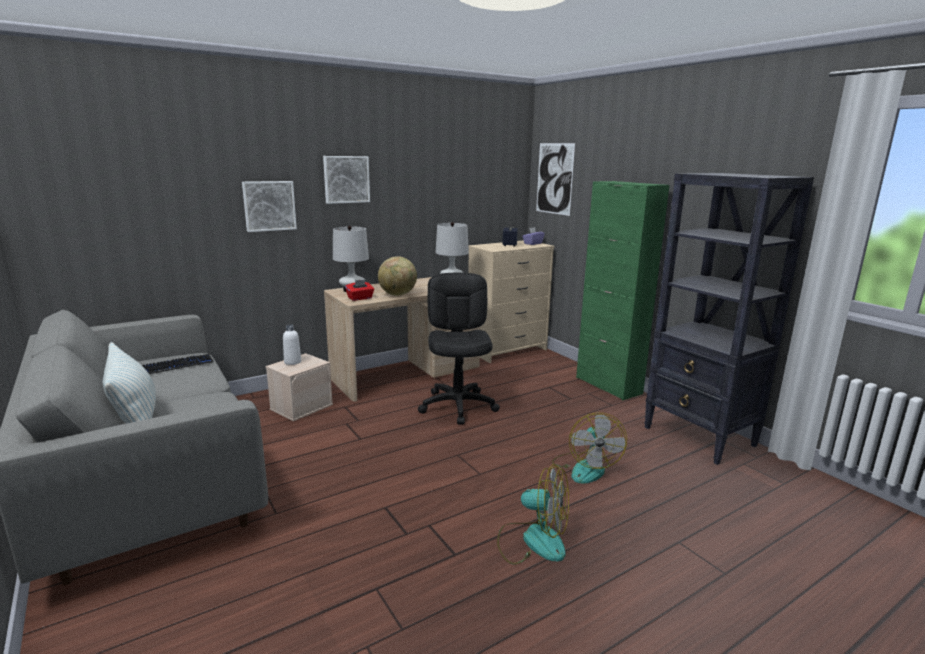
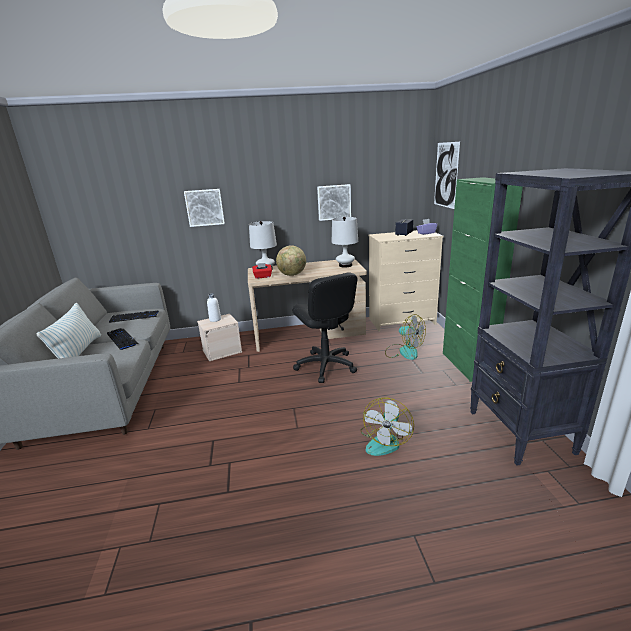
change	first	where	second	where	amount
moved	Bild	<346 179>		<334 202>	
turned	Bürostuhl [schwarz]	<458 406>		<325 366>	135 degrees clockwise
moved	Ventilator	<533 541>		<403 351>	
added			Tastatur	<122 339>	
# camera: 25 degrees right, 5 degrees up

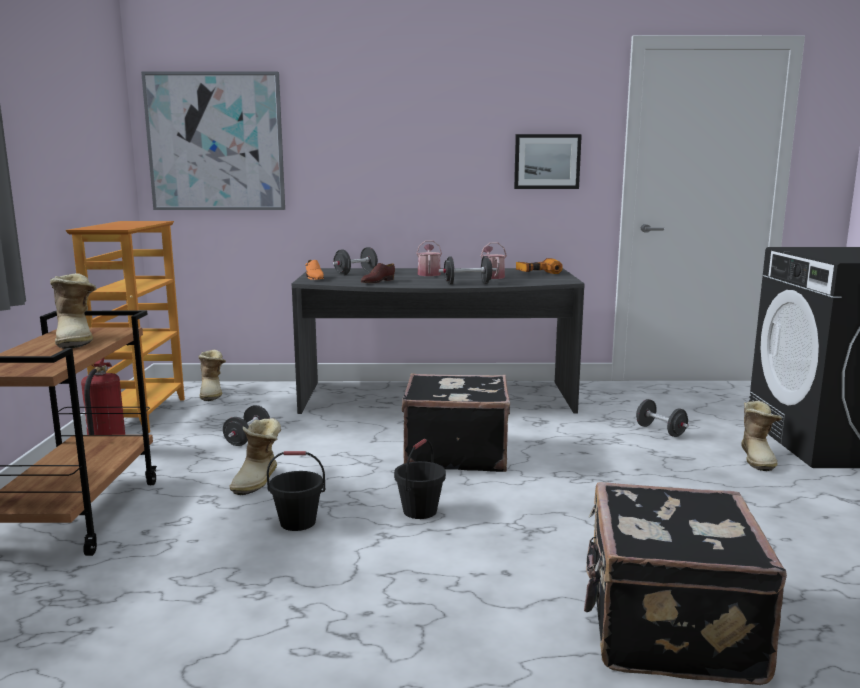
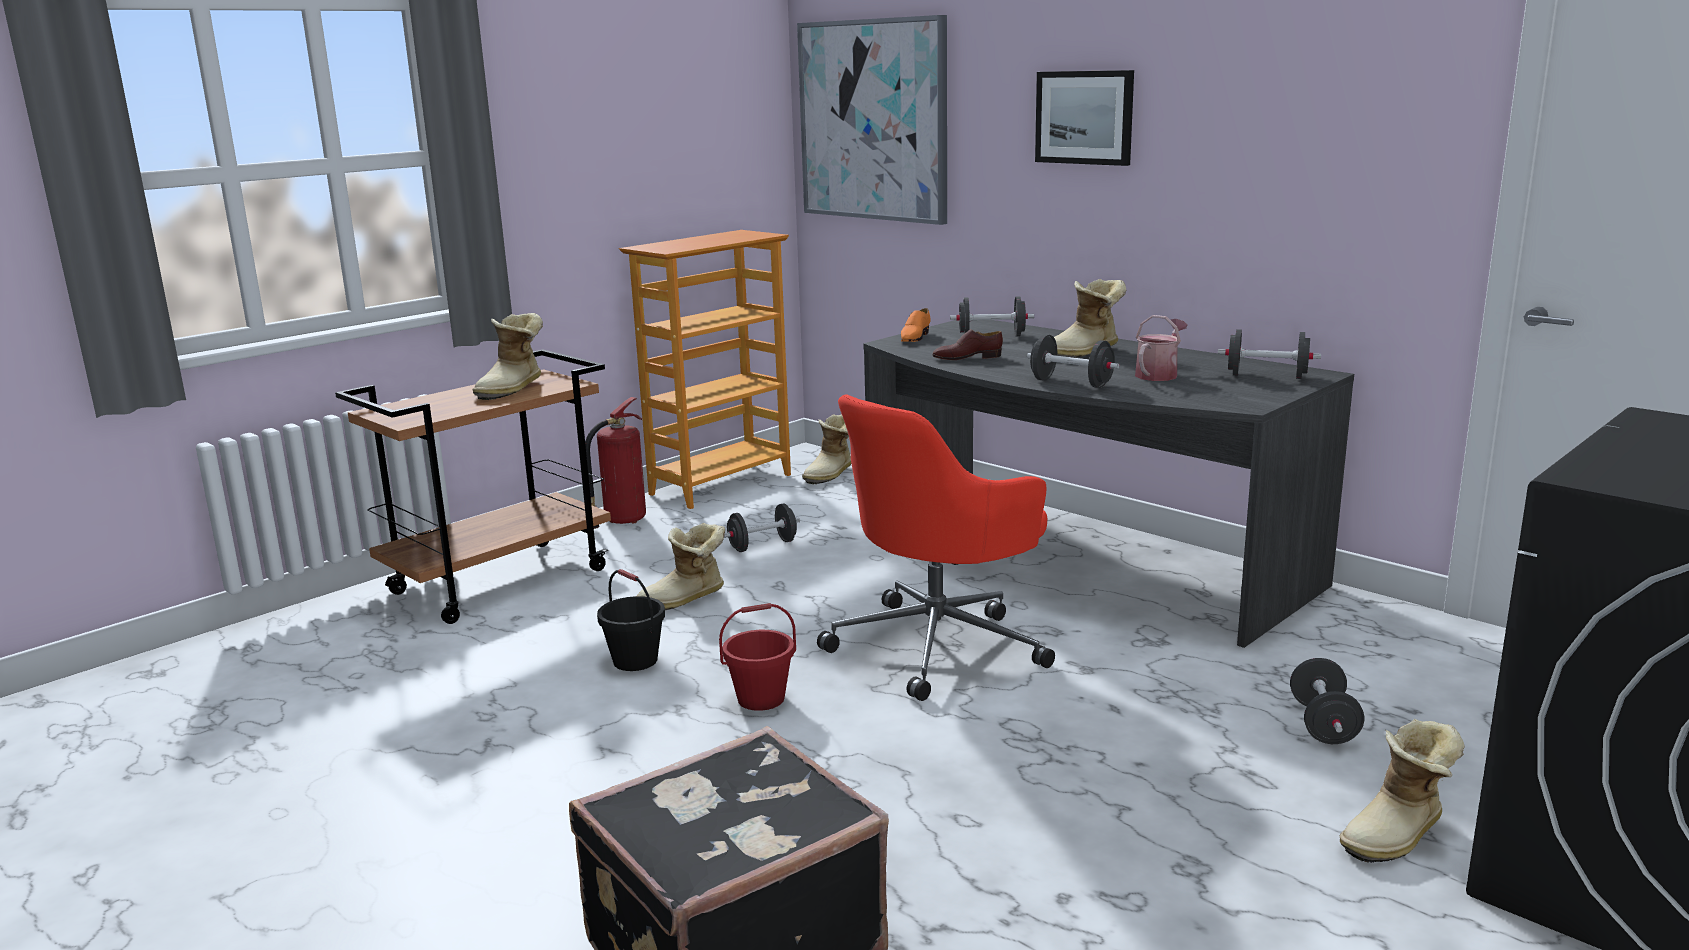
change	first	where	second	where	amount
moved	Bild	<547 161>		<1084 117>	
replaced	Gießkanne	<429 274>	Stiefel	<1085 353>	
replaced	Bohrmaschine	<536 272>	Hantel [schwarz]	<1266 376>	
replaced	Koffer [schwarz]	<455 454>	Bürostuhl [rot]	<939 645>	
recoloured	Eimer [schwarz]	<419 511>	Eimer [rot]	<761 698>	
# camera: 45 degrees right, 5 degrees up

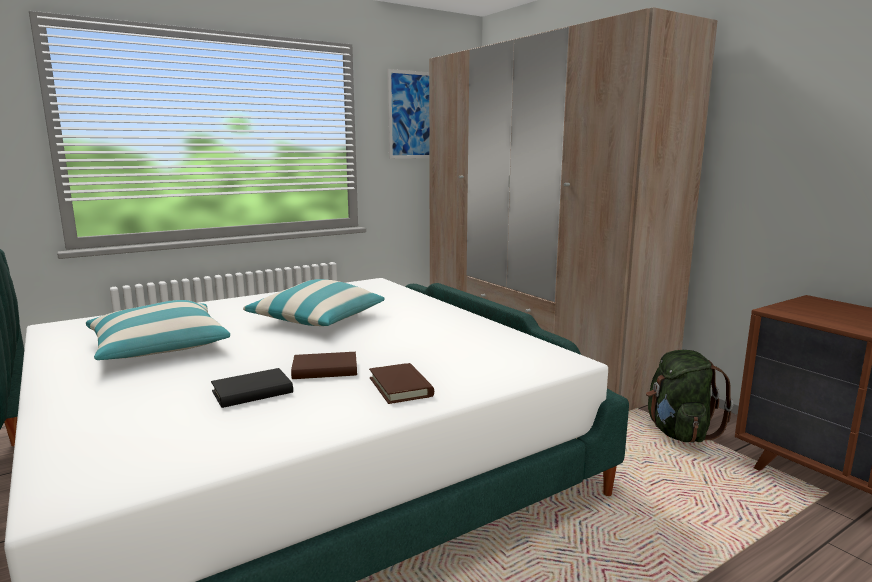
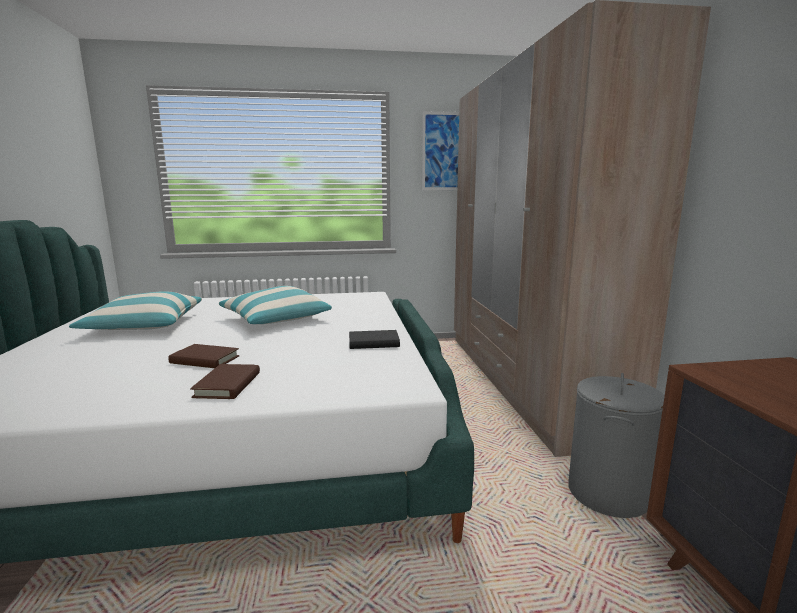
change	first	where	second	where	amount
replaced	Rucksack [grün]	<679 432>	Wäschekorb [grau]	<608 494>	
moved	Buch [schwarz]	<252 392>		<373 343>	
# camera: 25 degrees right, 0 degrees up

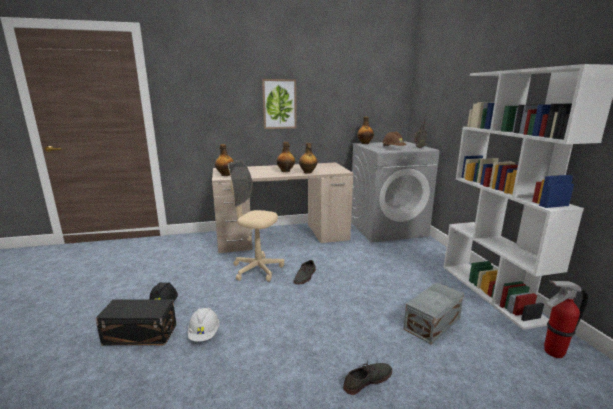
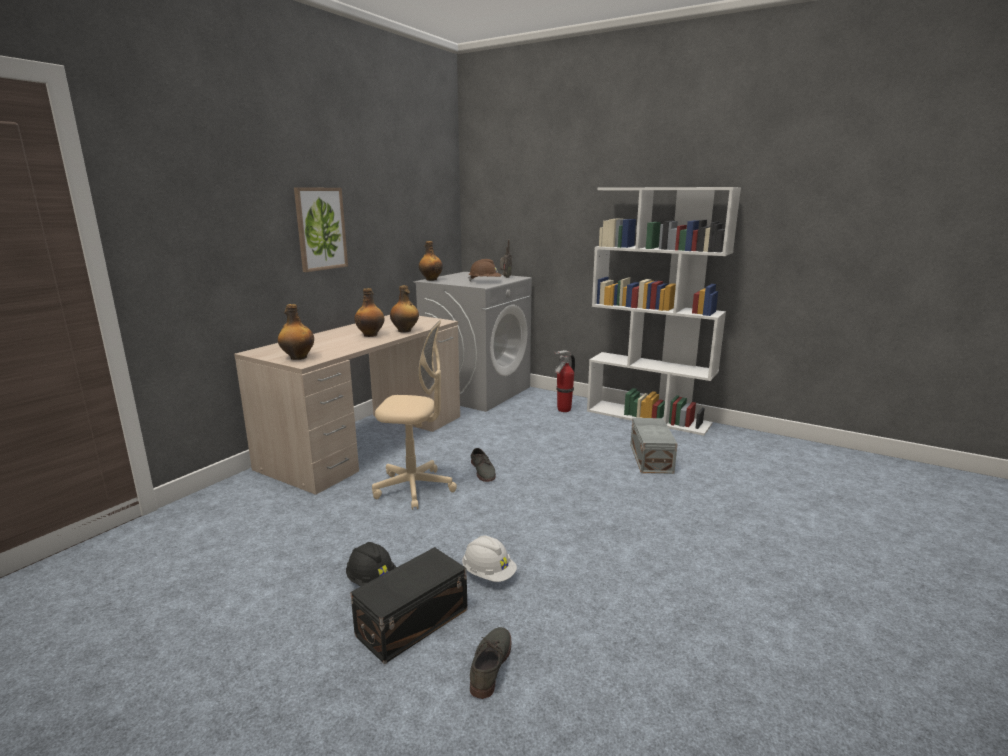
change	first	where	second	where	amount
turned	Bürostuhl [beige]	<257 269>		<414 488>	150 degrees counterclockwise
moved	Feuerlöscher	<553 352>		<563 410>	
moved	Schuh [grau]	<367 379>		<490 664>	
# camera: 45 degrees left, 0 degrees up

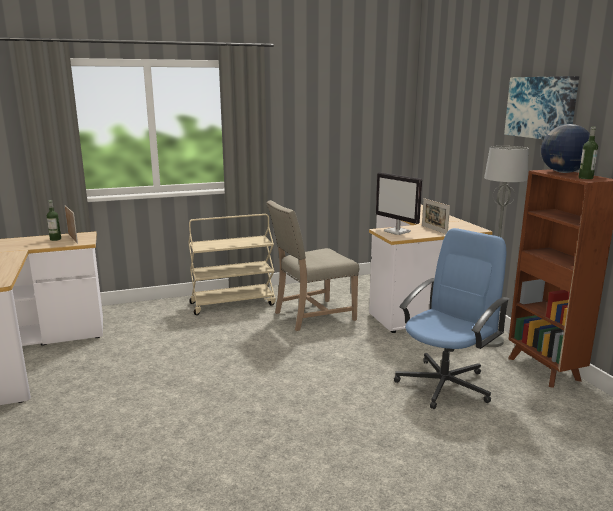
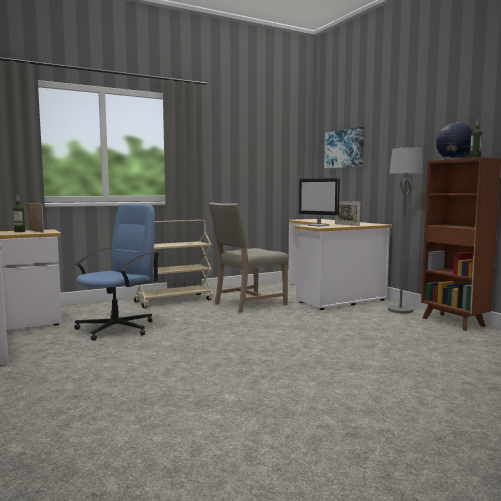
change	first	where	second	where	amount
moved	Bild	<541 107>		<344 148>	
moved	Bürostuhl [blau]	<445 384>		<117 328>	
# camera: 10 degrees left, 10 degrees down

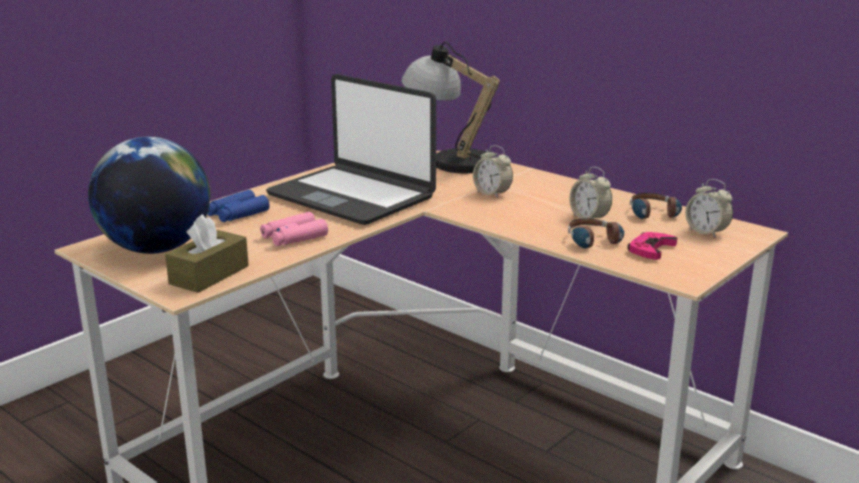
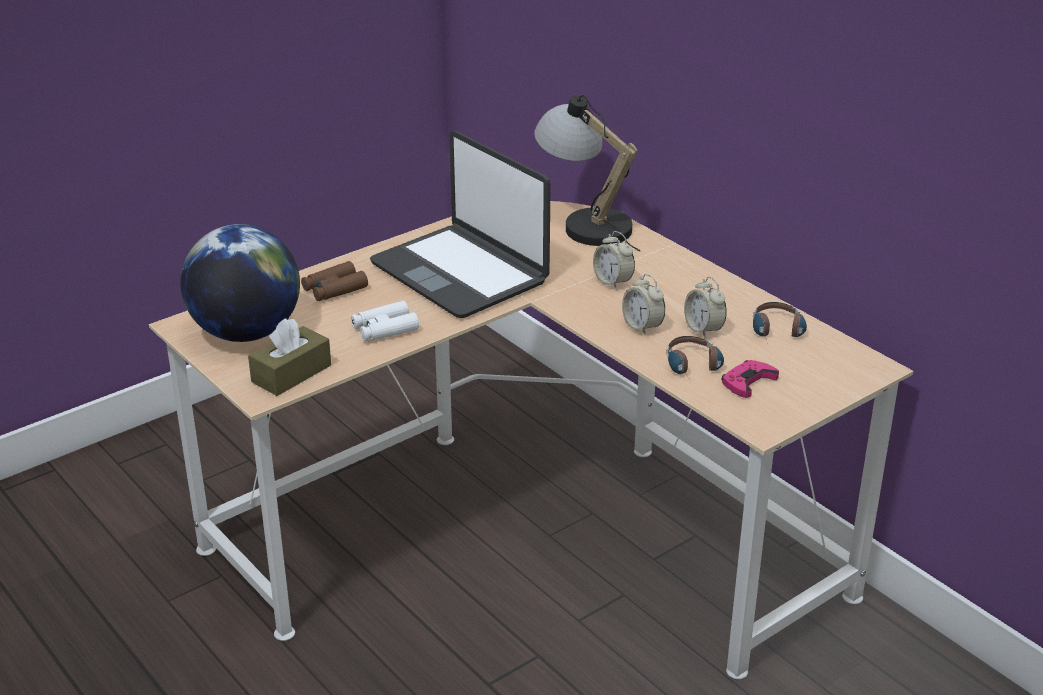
change	first	where	second	where	amount
moved	Wecker	<706 232>		<642 327>	
recoloured	Fernglas [blau]	<237 214>	Fernglas [braun]	<334 289>	
recoloured	Fernglas [rosa]	<294 237>	Fernglas [weiß]	<384 329>	
# camera: 10 degrees right, 10 degrees up

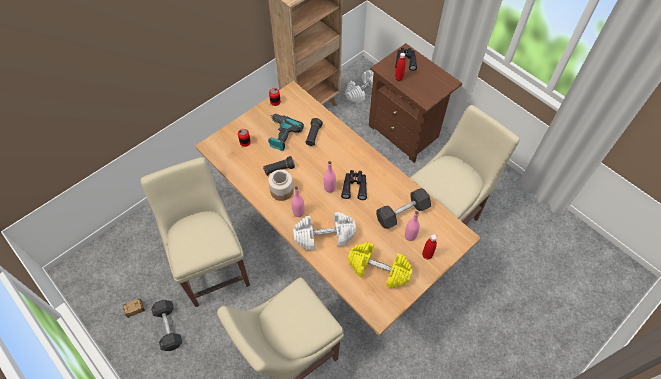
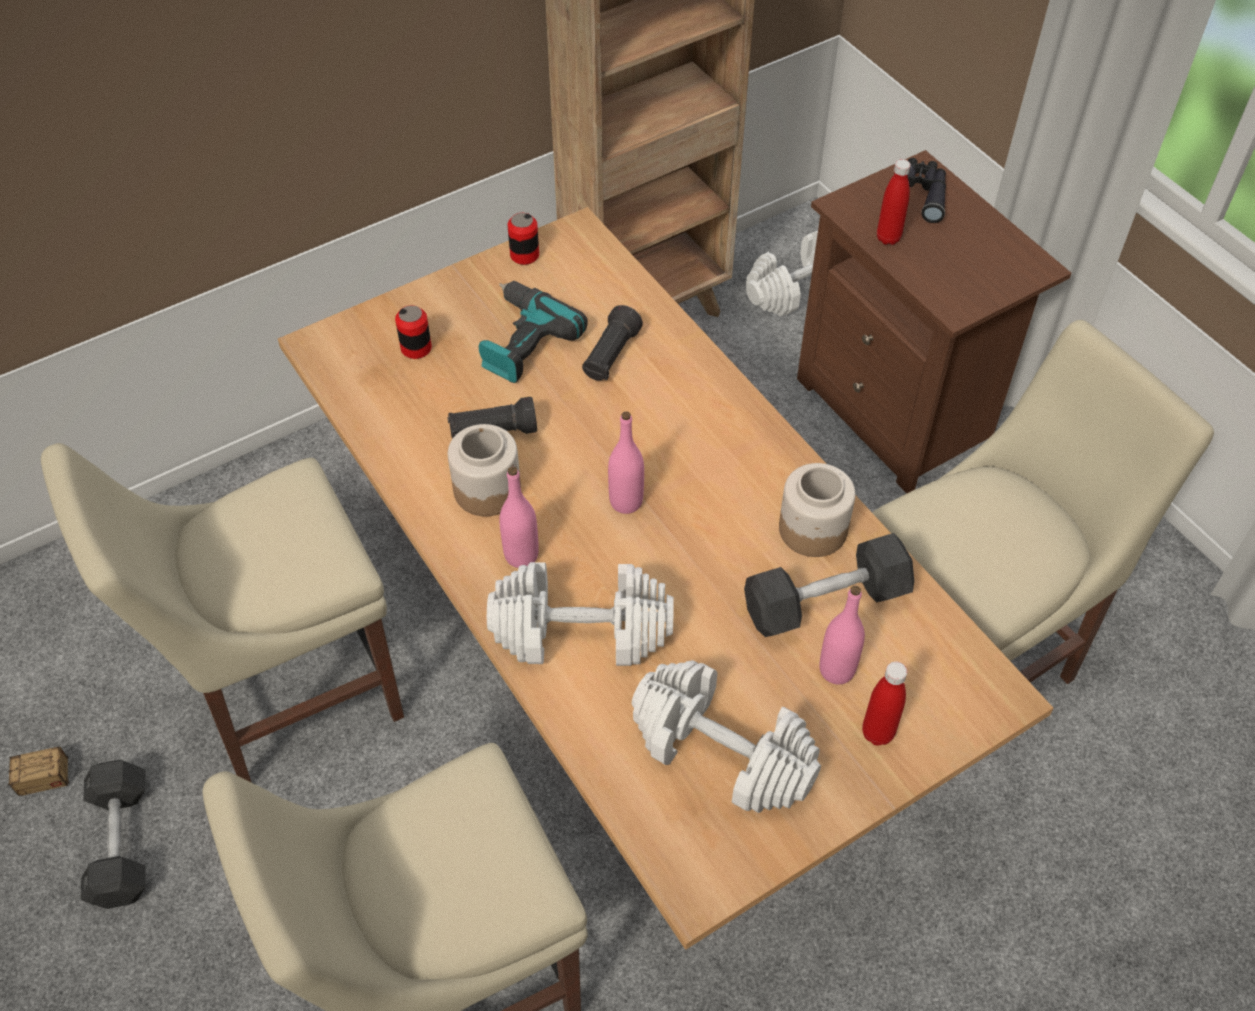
change	first	where	second	where	amount
turned	Stuhl [beige]	<213 266>		<284 695>	105 degrees counterclockwise
removed	Fernglas [schwarz]	<354 186>			
recoloured	Hantel [gelb]	<378 270>	Hantel [weiß]	<721 753>	
added			Vorratsglas	<812 529>	
# camera: 10 degrees right, 5 degrees down

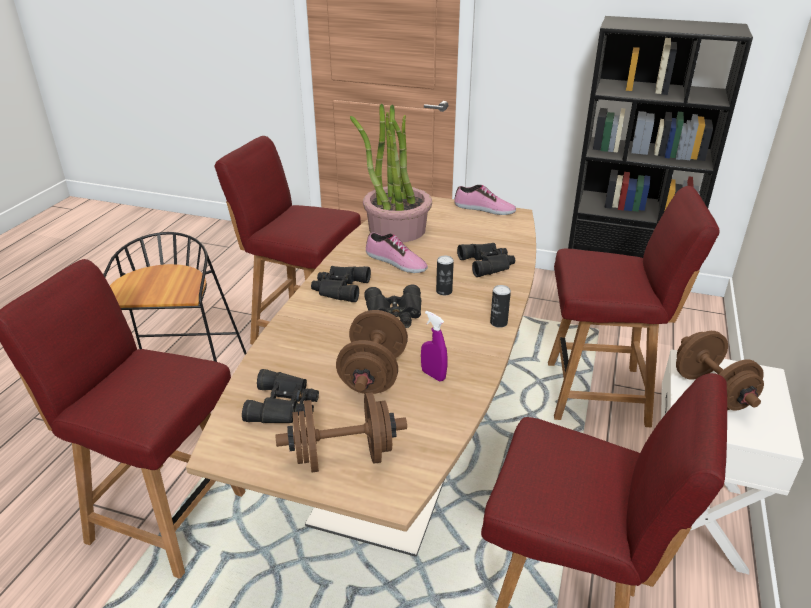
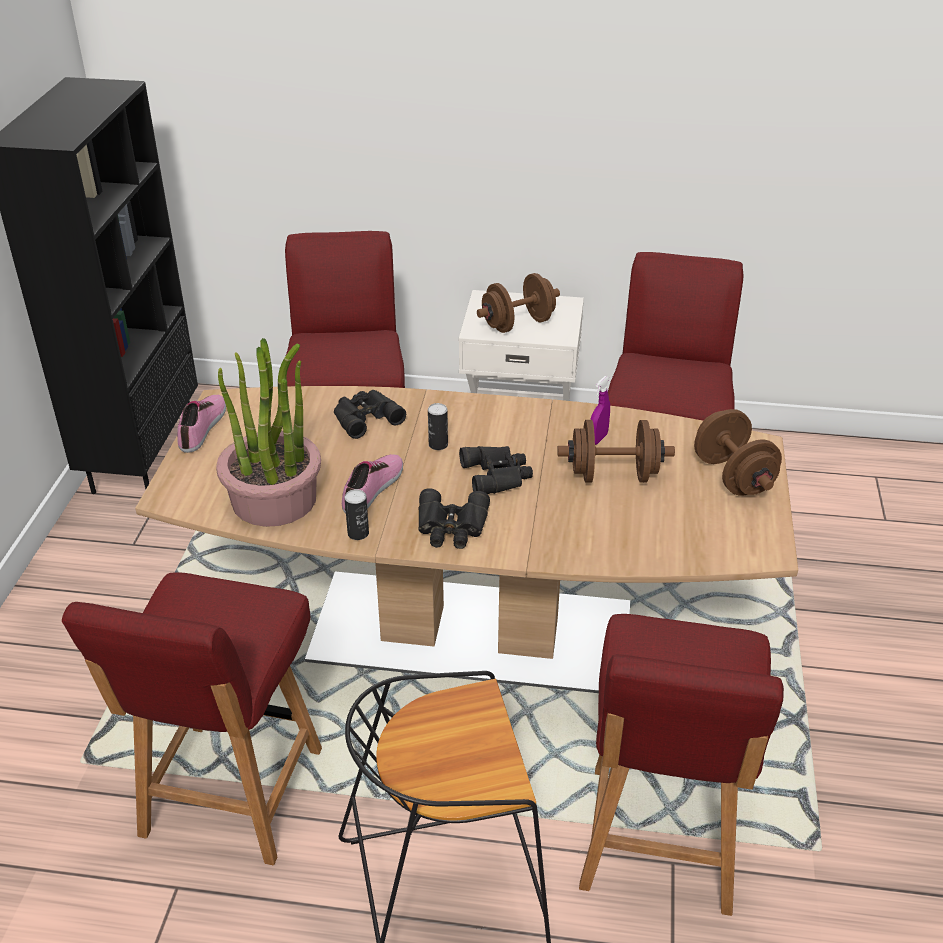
change	first	where	second	where	amount
moved	Dose	<498 323>		<358 533>	
removed	Fernglas [schwarz]	<284 405>			
# camera: 100 degrees left, 5 degrees up

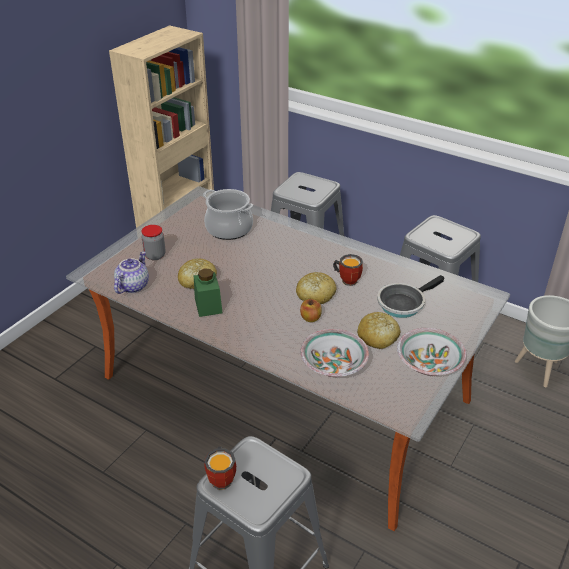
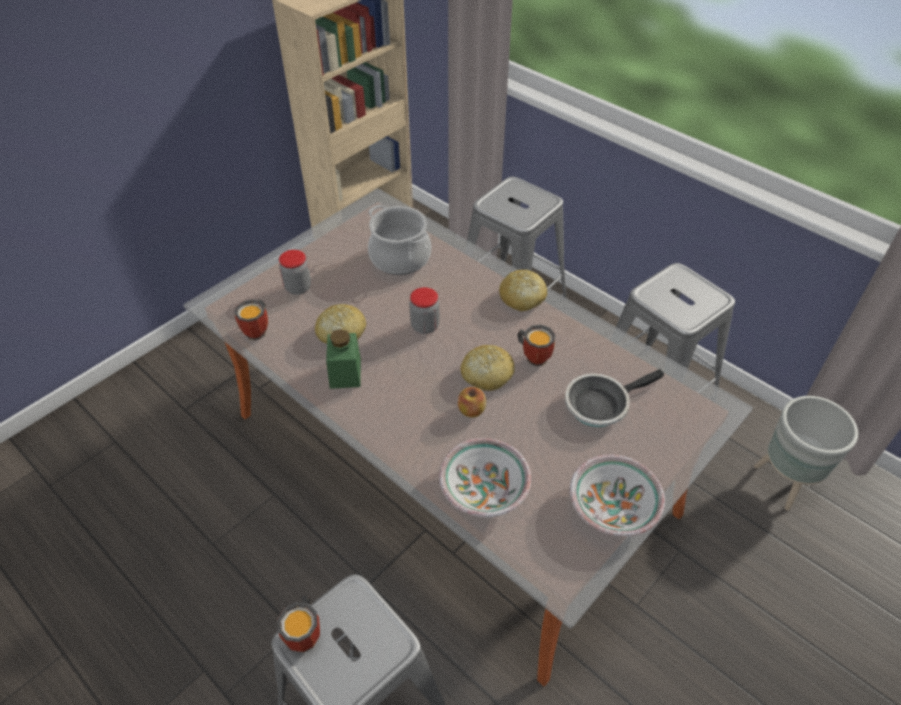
change	first	where	second	where	amount
replaced	Teekanne	<132 286>	Henkelbecher	<259 330>	
moved	Brot	<377 337>		<522 297>	
added			Vorratsglas	<425 326>	
# camera: 10 degrees right, 10 degrees up

